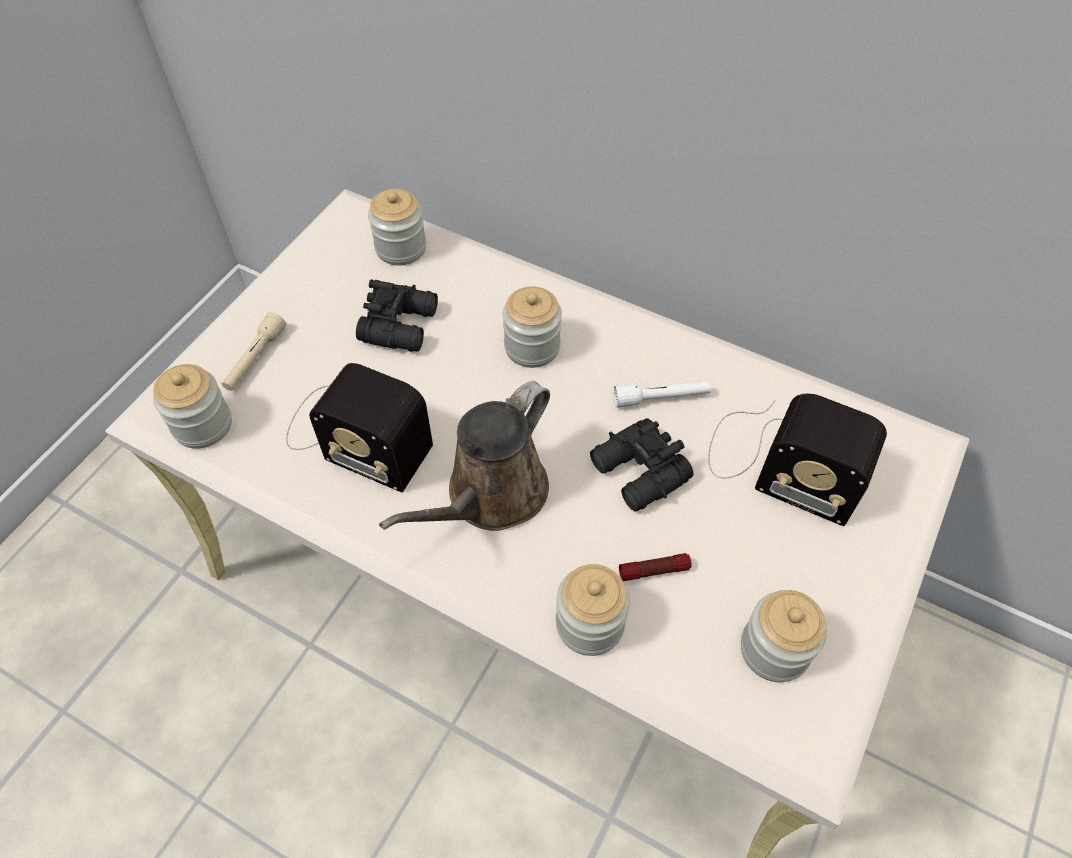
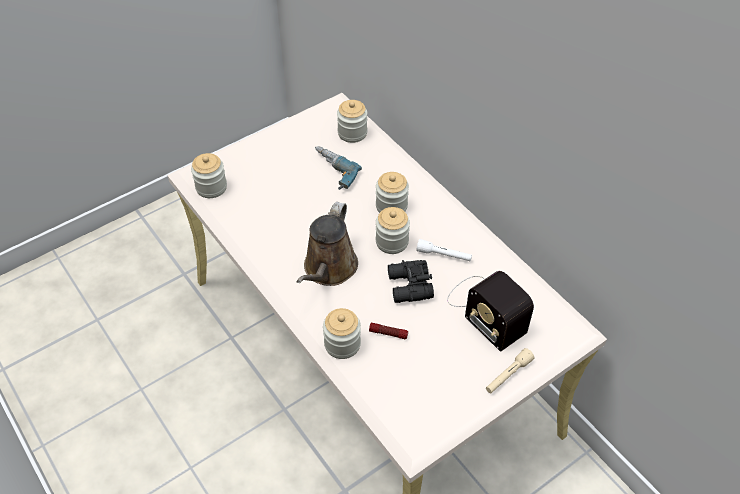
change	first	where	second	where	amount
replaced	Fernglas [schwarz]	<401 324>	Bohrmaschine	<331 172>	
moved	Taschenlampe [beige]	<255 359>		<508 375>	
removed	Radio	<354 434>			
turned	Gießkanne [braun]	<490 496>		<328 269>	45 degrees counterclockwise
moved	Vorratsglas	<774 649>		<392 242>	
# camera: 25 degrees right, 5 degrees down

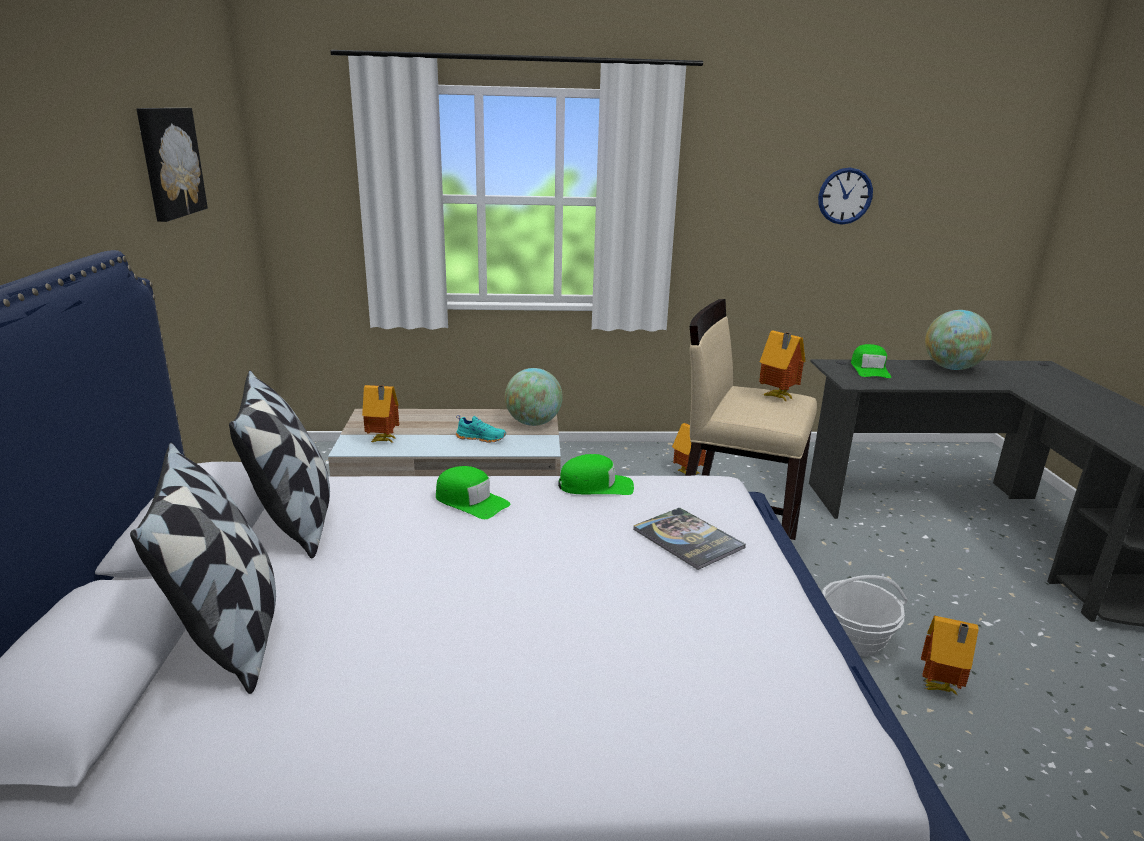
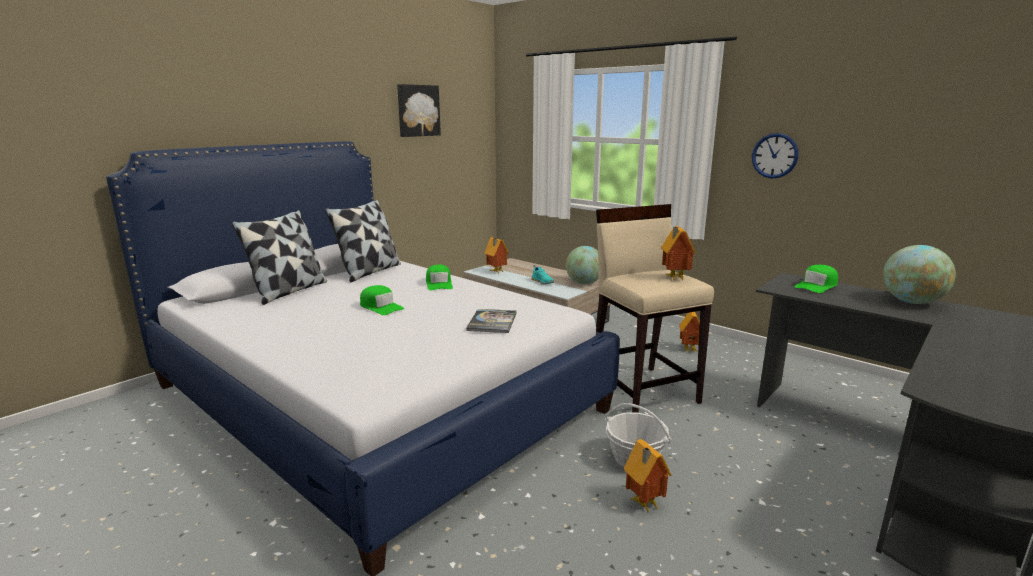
change	first	where	second	where	amount
moved	Wanduhr	<845 196>		<774 156>	
moved	Kappe [grün]	<596 486>		<381 307>	
# camera: 45 degrees right, 5 degrees down

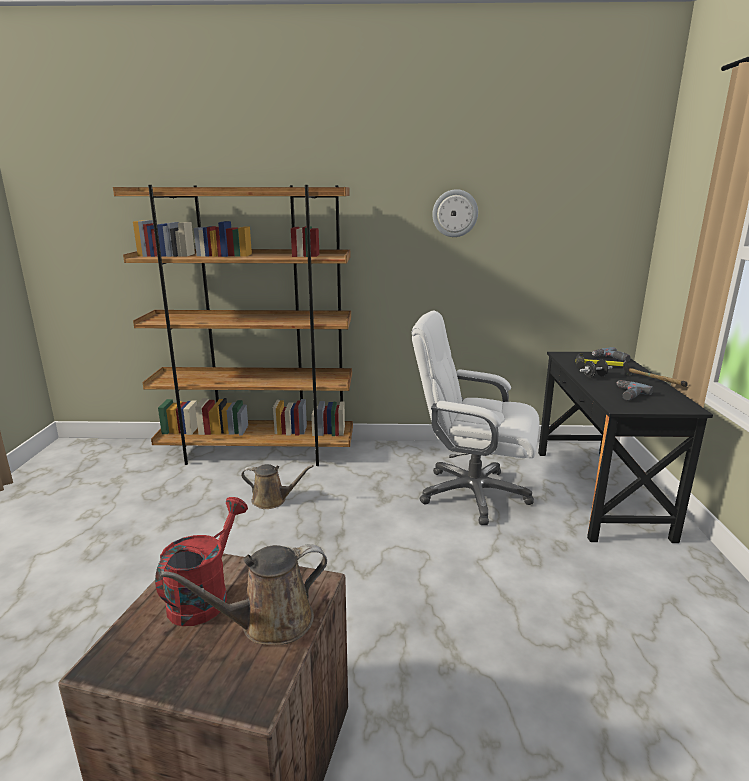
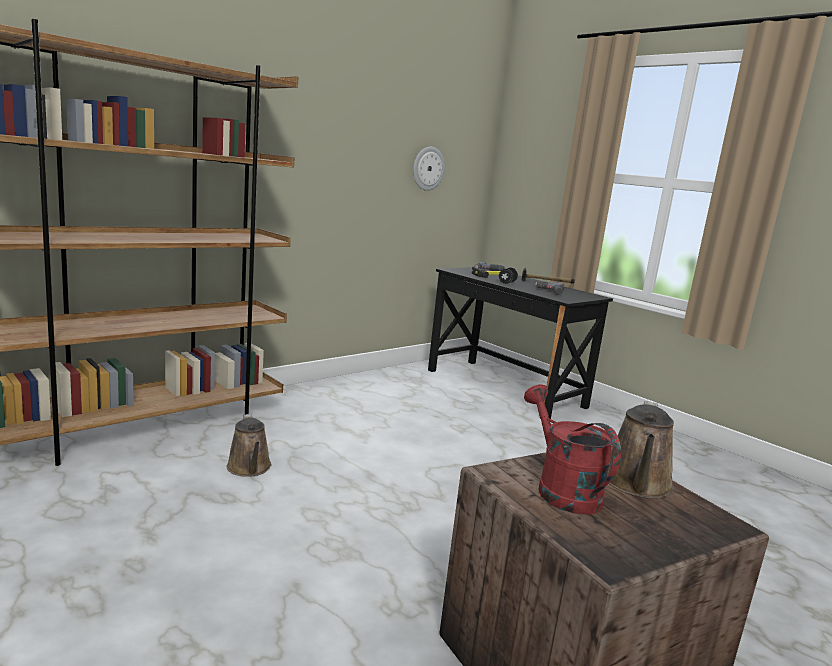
change	first	where	second	where	amount
moved	Wanduhr	<455 213>		<428 168>	
removed	Bürostuhl [weiß]	<472 494>			
turned	Gießkanne [braun]	<272 500>		<249 468>	105 degrees clockwise
# camera: 45 degrees left, 5 degrees down

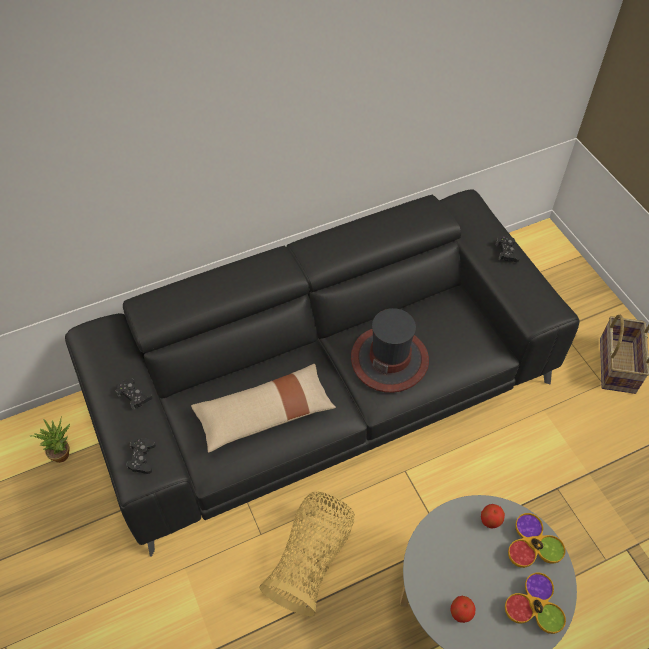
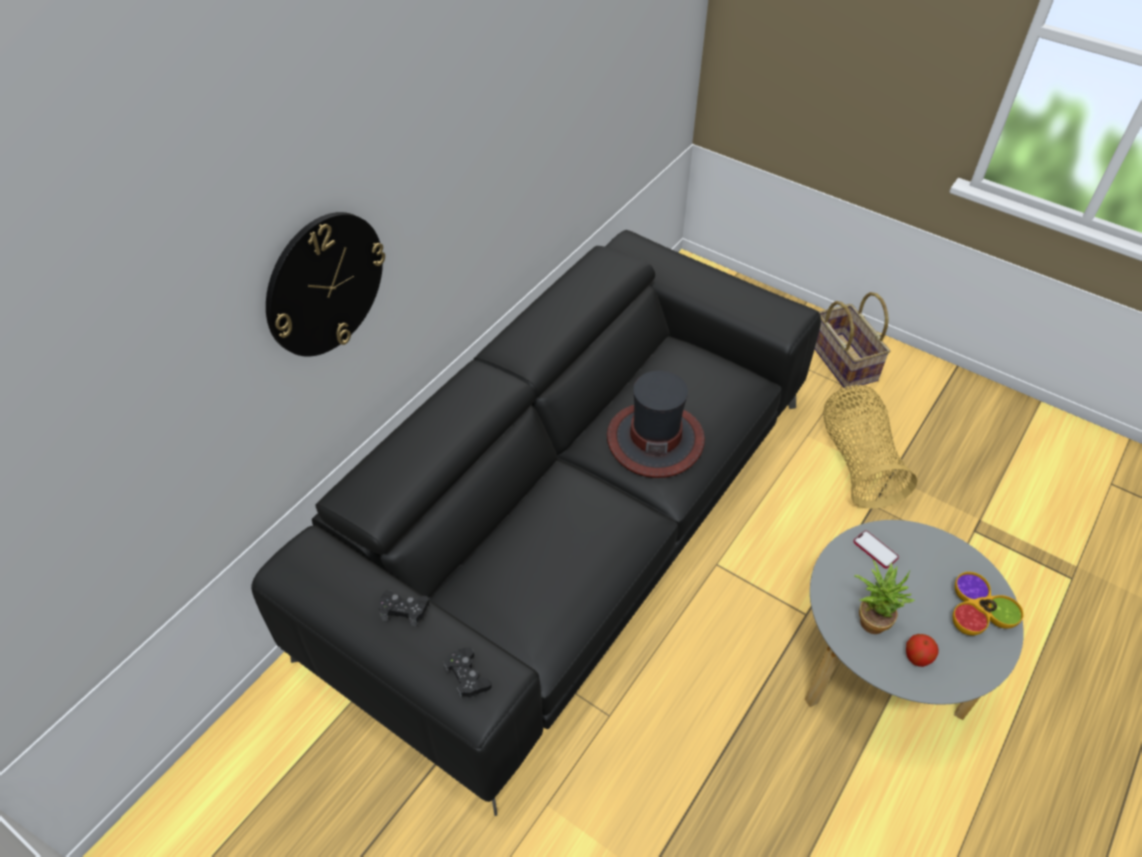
change	first	where	second	where	amount
removed	Gamepad [schwarz]	<506 252>			
removed	Kissen [beige]	<264 414>			
moved	Topfpflanze	<63 452>		<870 618>	
moved	Korb	<311 559>		<858 462>	
replaced	Apfel	<490 520>	Handy	<875 550>	
removed	Schüssel	<531 547>			
added			Wanduhr	<324 284>	
# camera: 30 degrees left, 5 degrees down

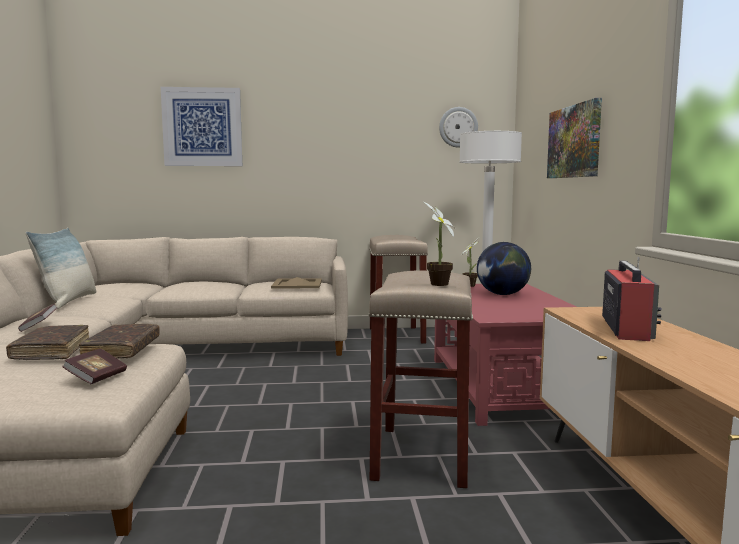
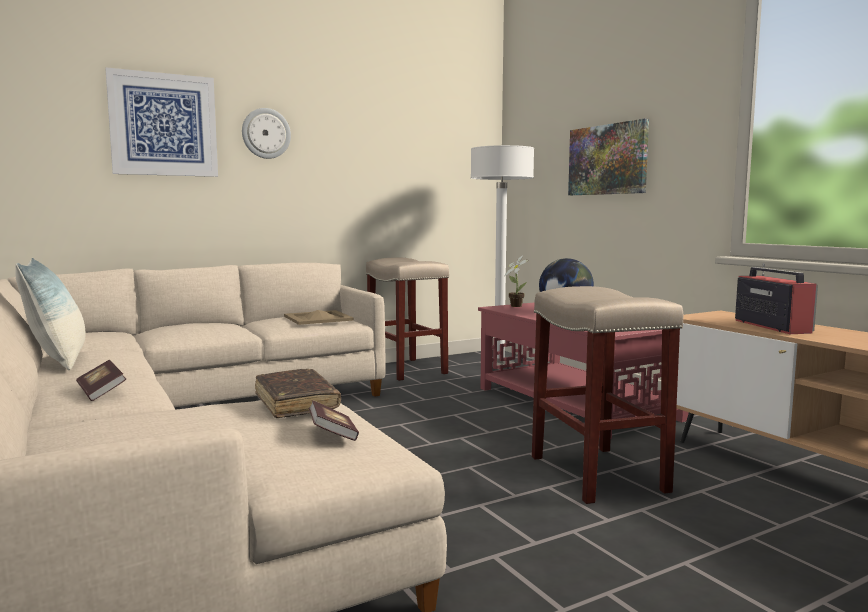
change	first	where	second	where	amount
moved	Wanduhr	<458 127>		<266 133>	
removed	Topfpflanze	<437 285>			
removed	Buch [braun]	<51 351>			
# camera: 25 degrees left, 0 degrees up

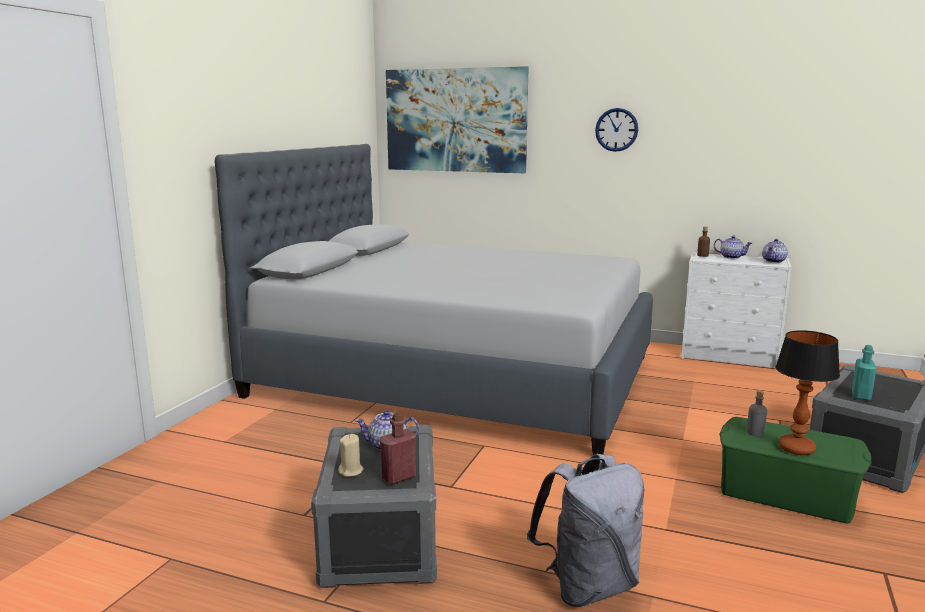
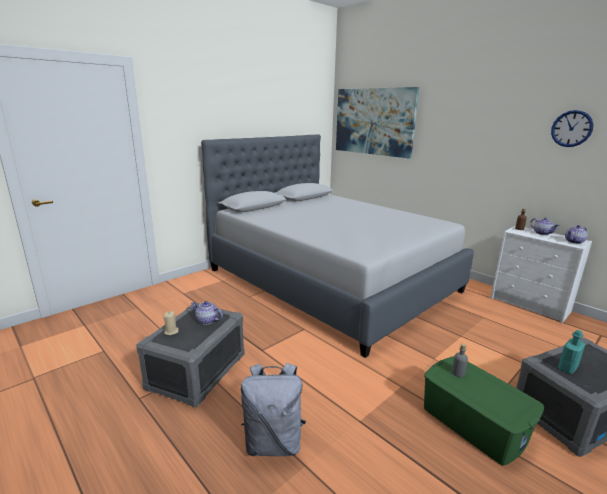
change	first	where	second	where	amount
moved	Wanduhr	<616 129>		<571 128>	
removed	Tischlampe	<797 448>			
removed	Flasche [rot]	<399 477>			
# camera: 25 degrees right, 5 degrees up

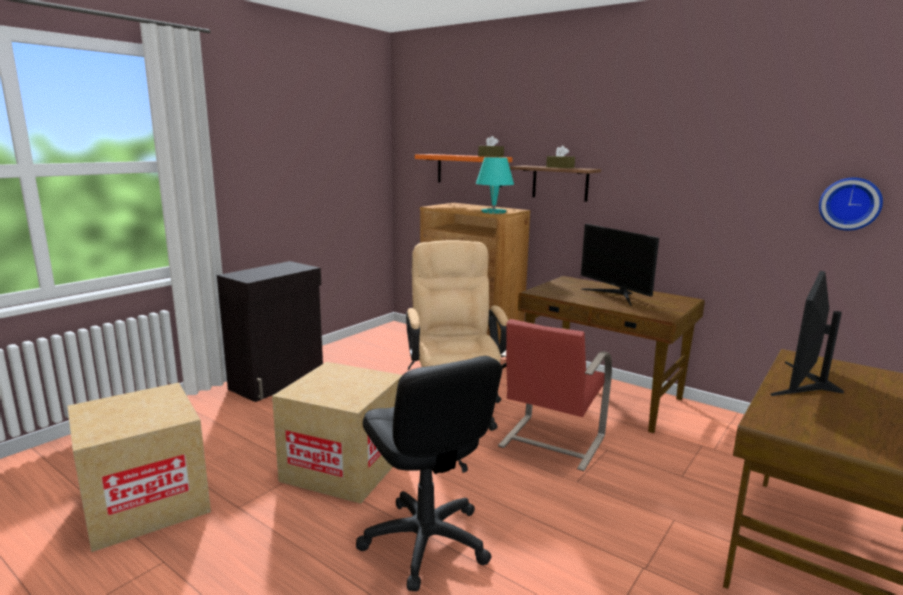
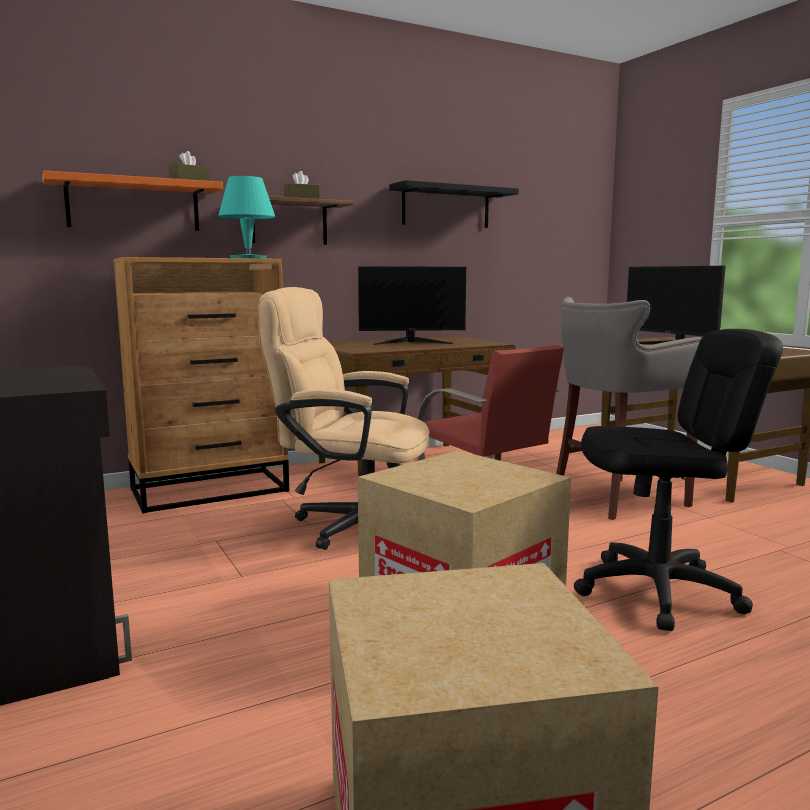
change	first	where	second	where	amount
removed	Wanduhr	<850 203>			
added			Wandregal [schwarz]	<446 207>	
added			Hocker [grau]	<615 499>	
# camera: 65 degrees left, 5 degrees down

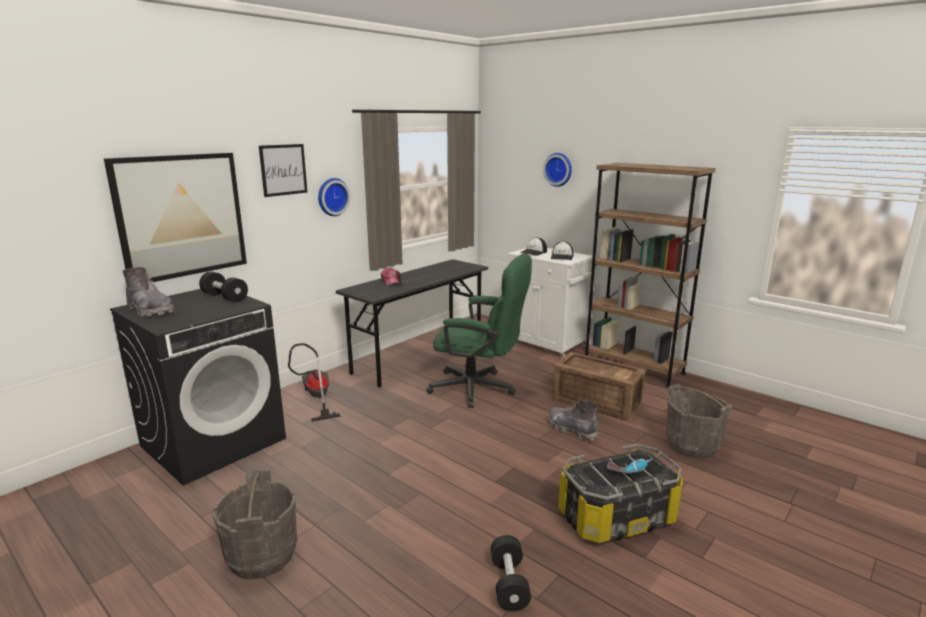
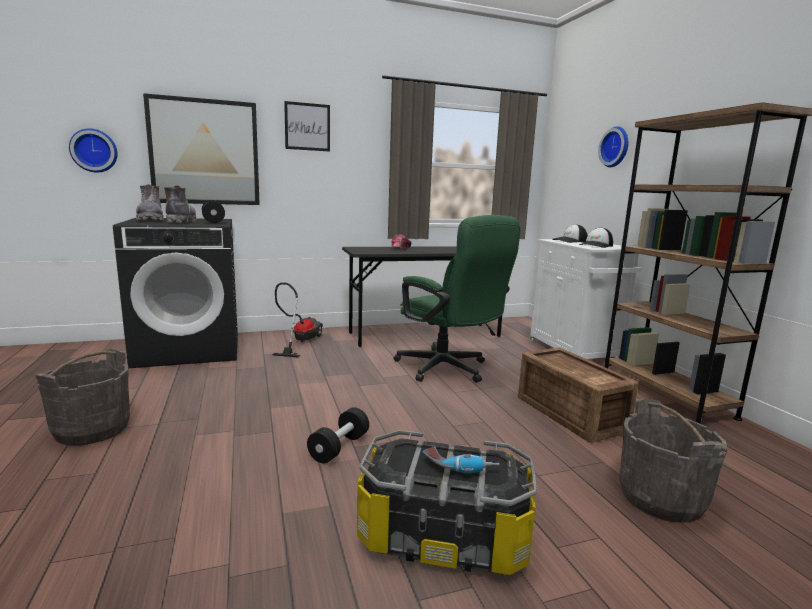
change	first	where	second	where	amount
moved	Wanduhr	<332 197>		<94 151>	
moved	Stiefel [grau]	<572 429>		<181 221>	
moved	Hantel [schwarz]	<509 584>		<339 447>	
# camera: 30 degrees right, 5 degrees down

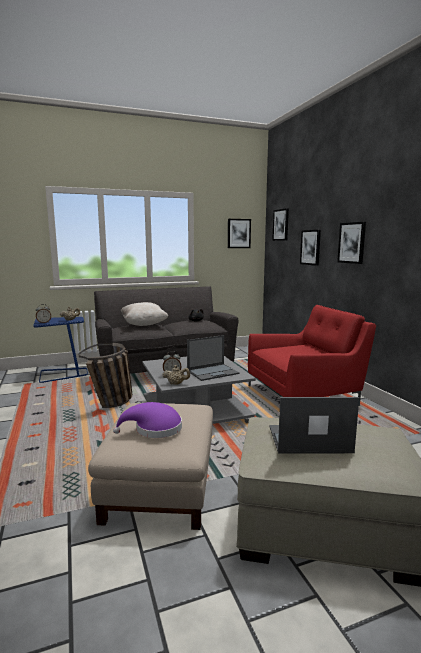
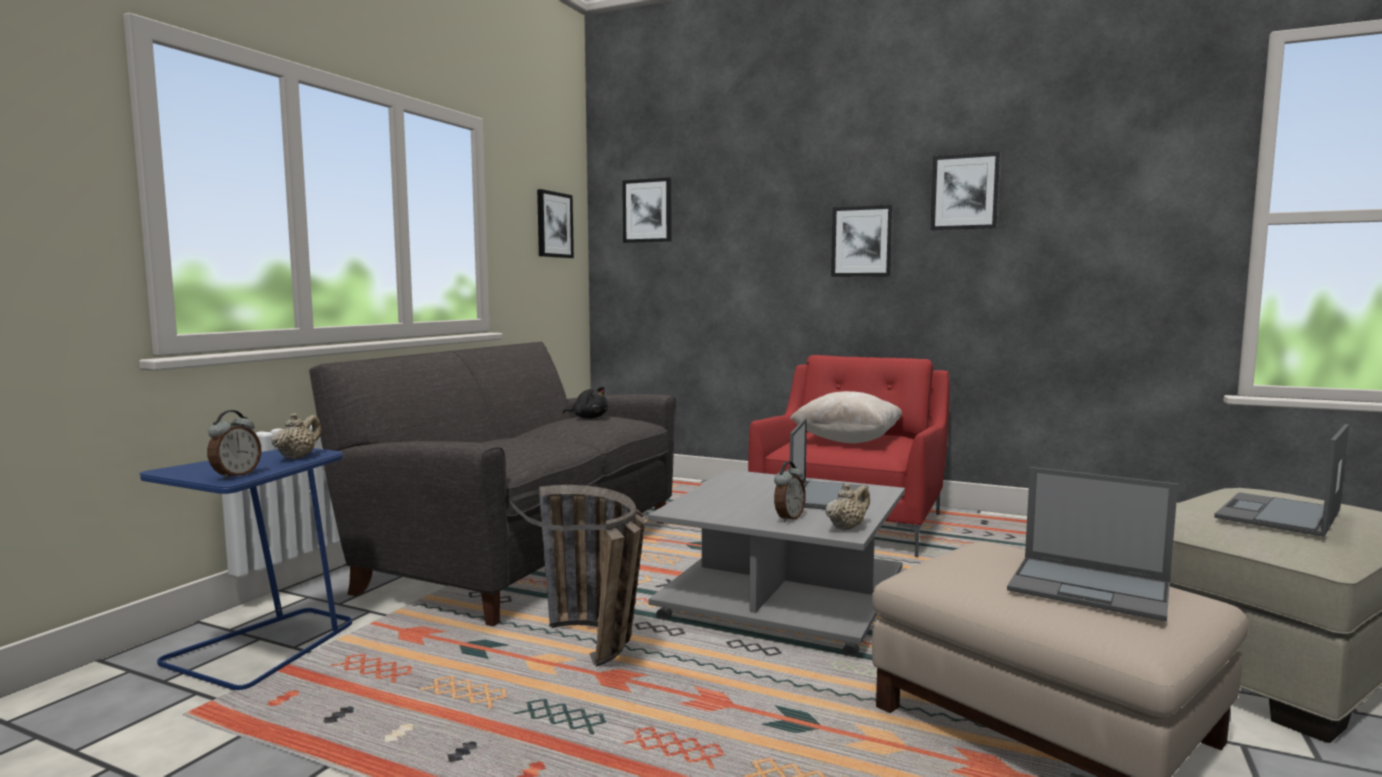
change	first	where	second	where	amount
moved	Bild	<310 247>		<965 192>	
moved	Kissen [beige]	<144 324>		<847 441>	
replaced	Hut [lila]	<154 429>	Laptop	<1091 588>	
# camera: 45 degrees left, 5 degrees down

